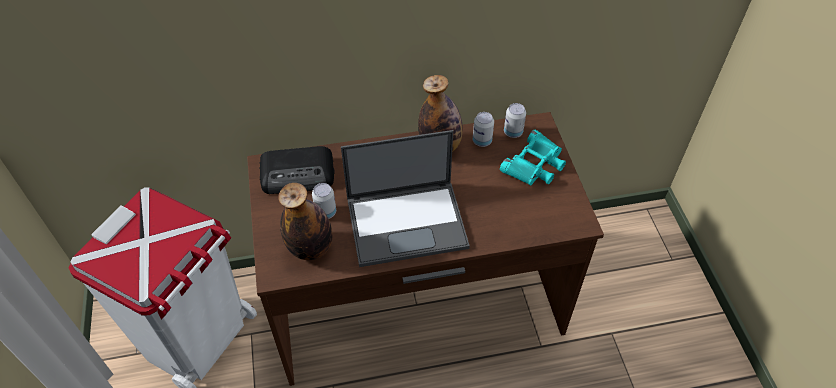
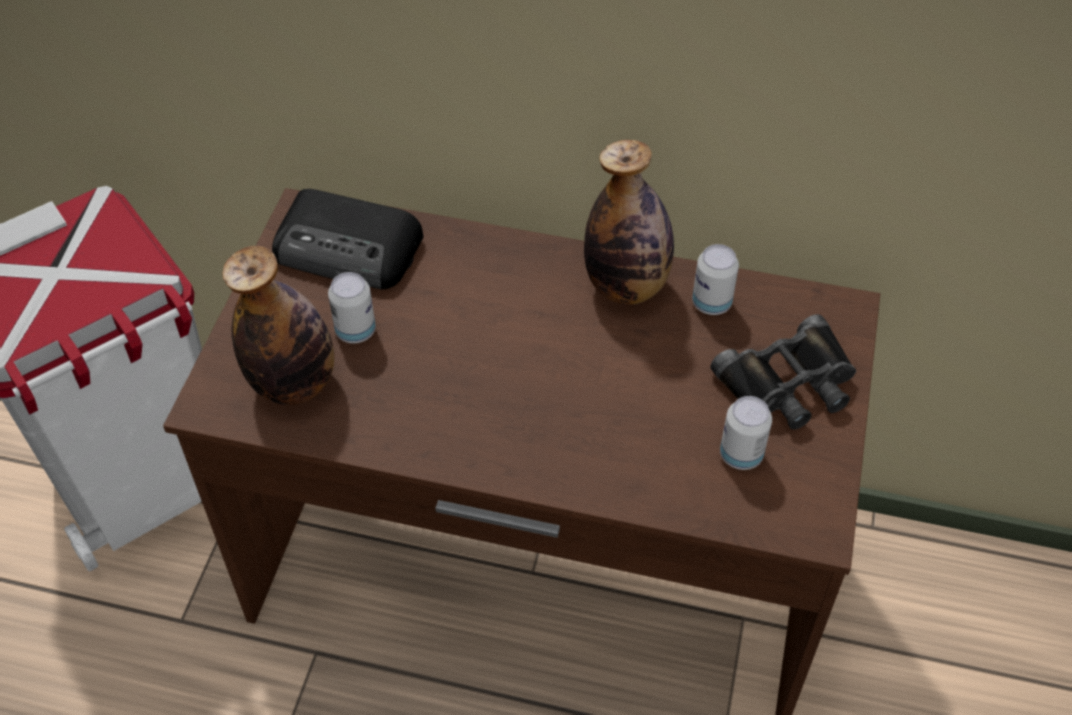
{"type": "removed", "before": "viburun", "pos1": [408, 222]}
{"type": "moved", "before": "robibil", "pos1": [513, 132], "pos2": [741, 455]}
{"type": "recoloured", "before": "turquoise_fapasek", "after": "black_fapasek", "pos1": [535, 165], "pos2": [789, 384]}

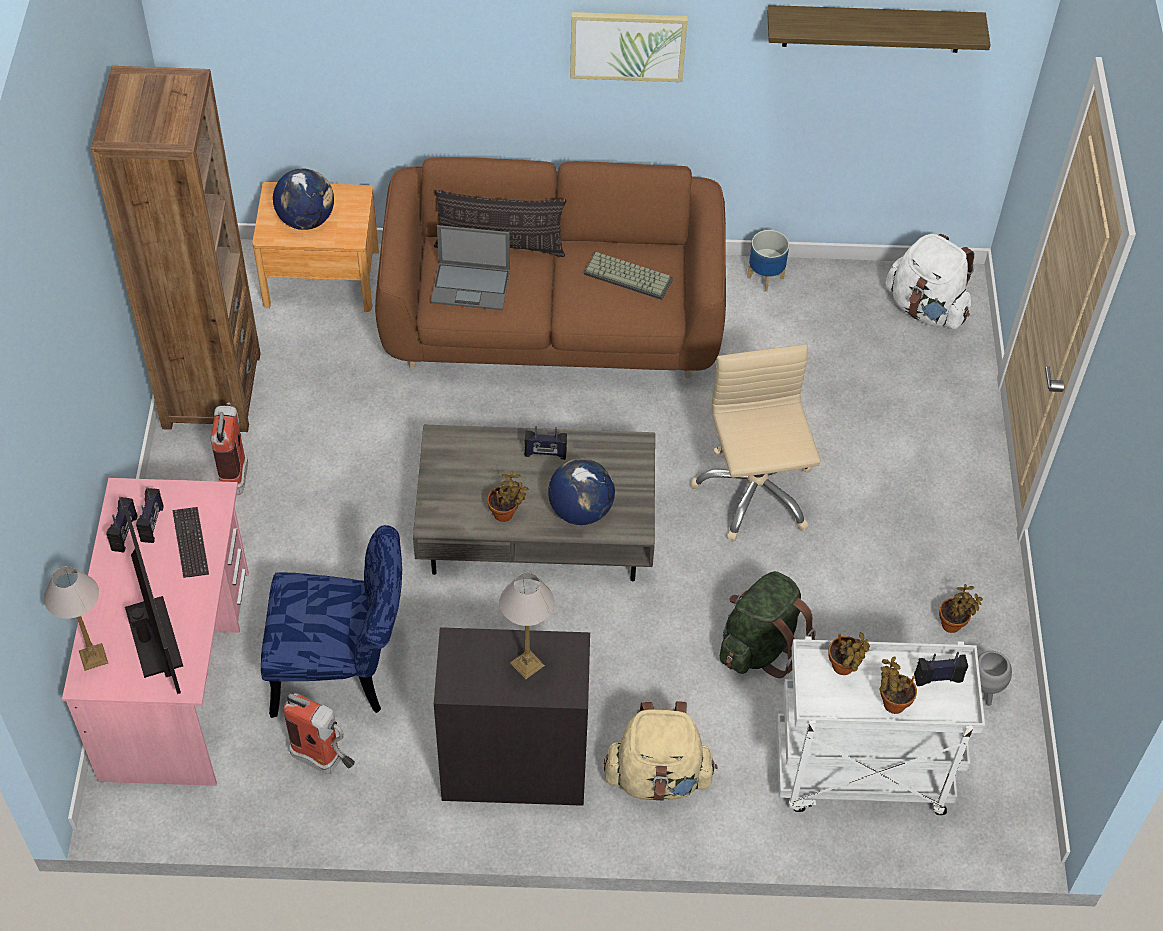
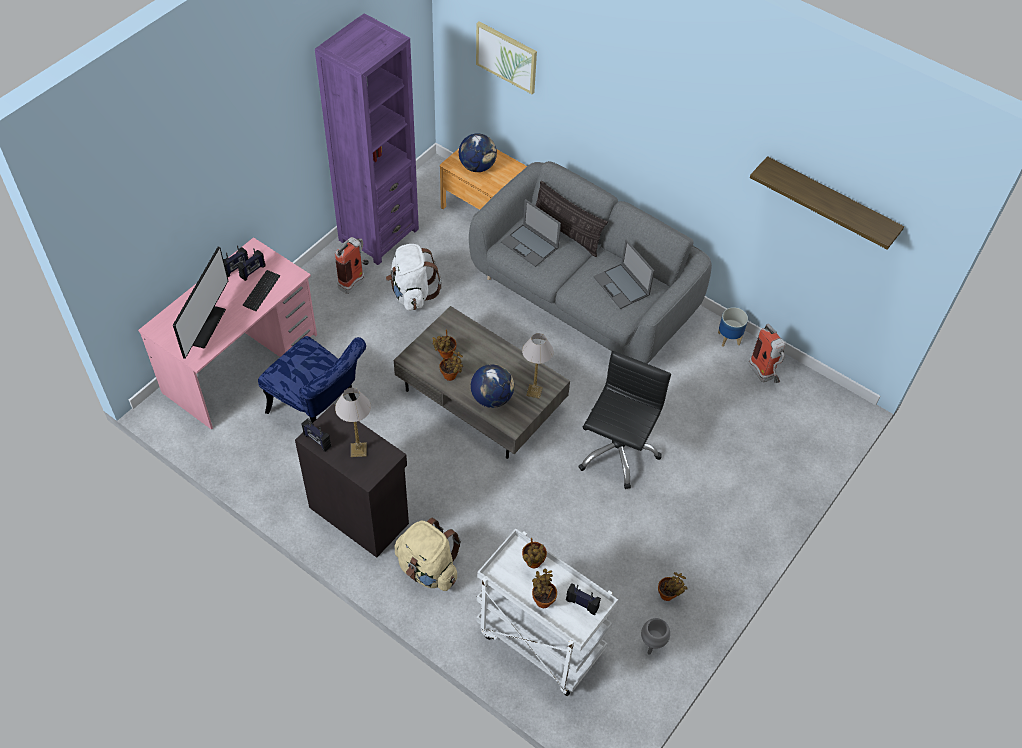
{"type": "removed", "before": "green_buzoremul", "pos1": [760, 646]}
{"type": "added", "after": "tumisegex", "pos2": [445, 355]}
{"type": "moved", "before": "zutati", "pos1": [93, 658], "pos2": [534, 391]}
{"type": "moved", "before": "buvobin", "pos1": [325, 761], "pos2": [763, 376]}
{"type": "moved", "before": "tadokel", "pos1": [545, 454], "pos2": [317, 441]}
{"type": "moved", "before": "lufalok", "pos1": [627, 45], "pos2": [506, 57]}
{"type": "moved", "before": "white_buzoremul", "pos1": [926, 308], "pos2": [412, 293]}
{"type": "replaced", "before": "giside", "after": "viburun", "pos1": [629, 276], "pos2": [622, 286]}
{"type": "recoloured", "before": "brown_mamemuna", "after": "purple_mamemuna", "pos1": [211, 390], "pos2": [378, 234]}
{"type": "recoloured", "before": "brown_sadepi", "after": "grey_sadepi", "pos1": [553, 323], "pos2": [584, 297]}
{"type": "recoloured", "before": "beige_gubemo", "after": "black_gubemo", "pos1": [754, 492], "pos2": [616, 451]}

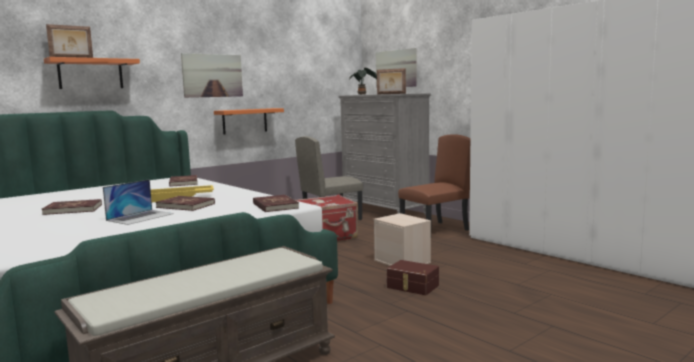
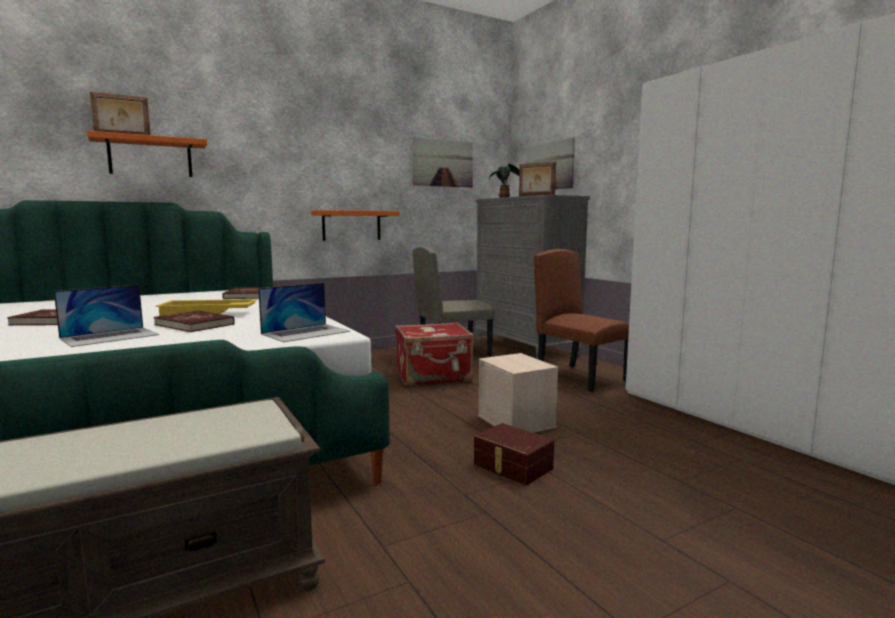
{"type": "moved", "before": "lufalok", "pos1": [212, 75], "pos2": [442, 163]}
{"type": "replaced", "before": "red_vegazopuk", "after": "viburun", "pos1": [275, 206], "pos2": [306, 332]}
{"type": "turned", "before": "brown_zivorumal", "pos1": [435, 230], "pos2": [581, 377], "turn": -105}

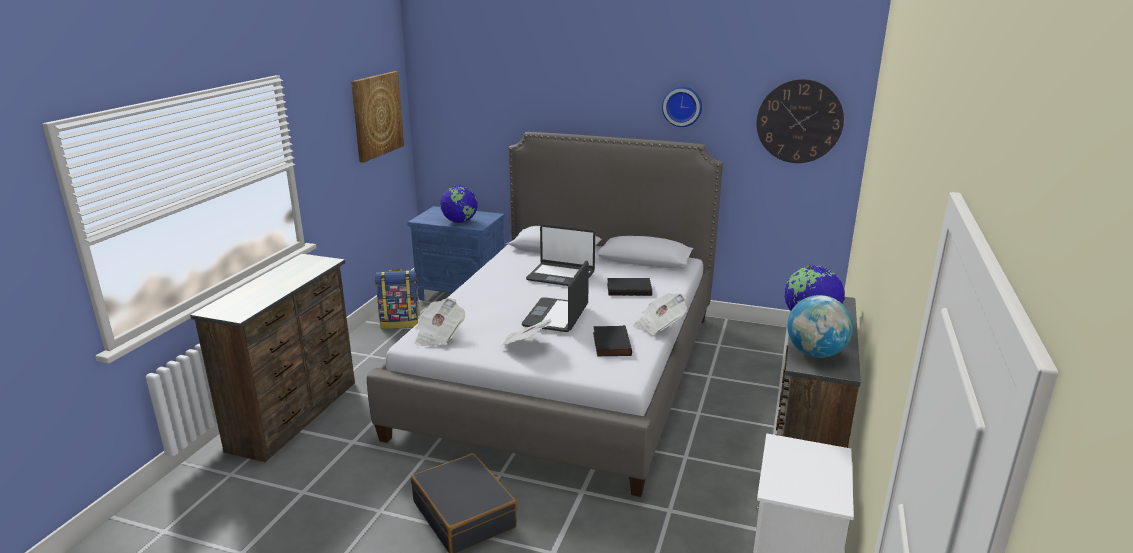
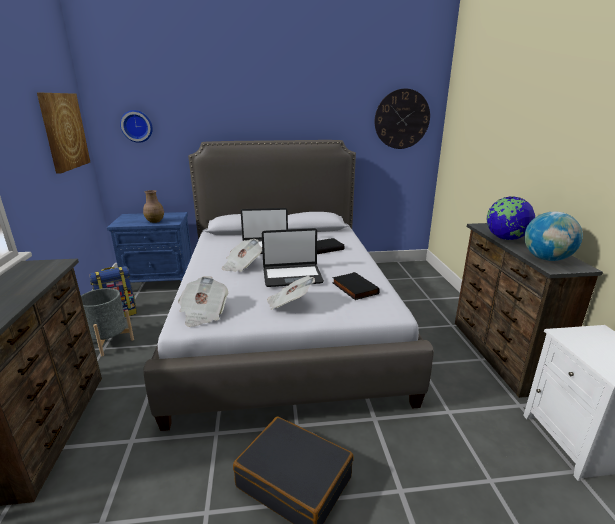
{"type": "added", "after": "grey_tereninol", "pos2": [109, 342]}
{"type": "moved", "before": "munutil", "pos1": [659, 326], "pos2": [242, 265]}
{"type": "moved", "before": "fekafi", "pos1": [682, 106], "pos2": [137, 126]}
{"type": "replaced", "before": "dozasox", "after": "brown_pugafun", "pos1": [460, 221], "pos2": [155, 221]}
{"type": "turned", "before": "viburun", "pos1": [556, 316], "pos2": [292, 276], "turn": -90}

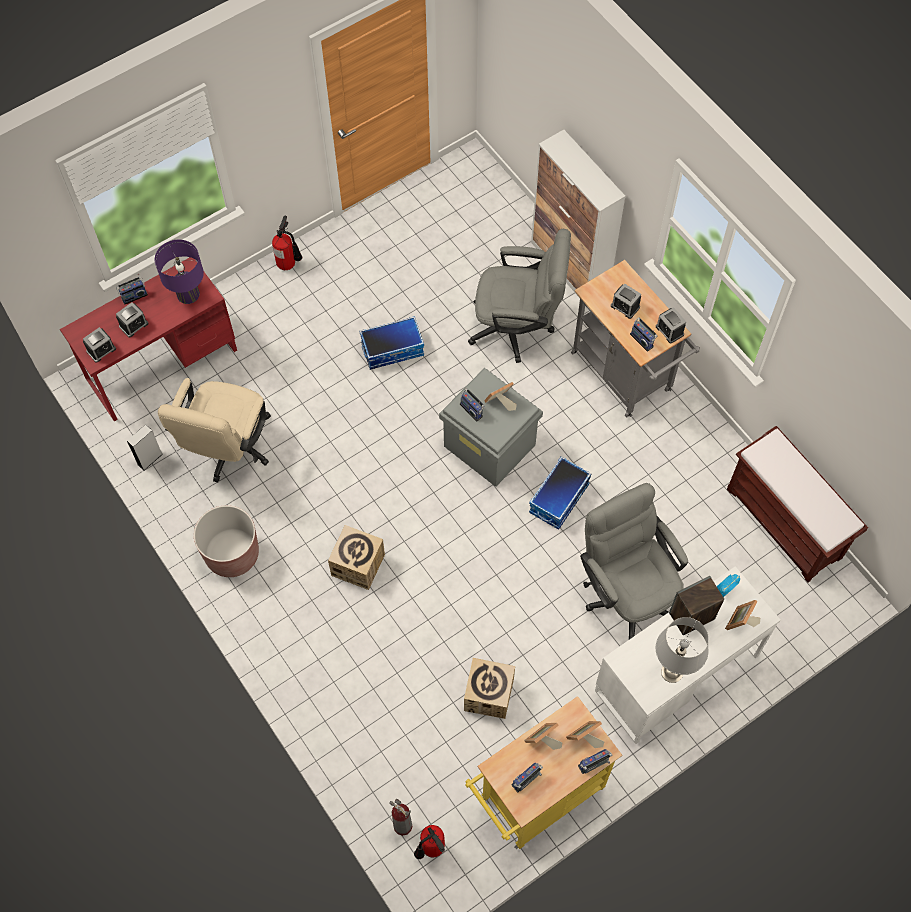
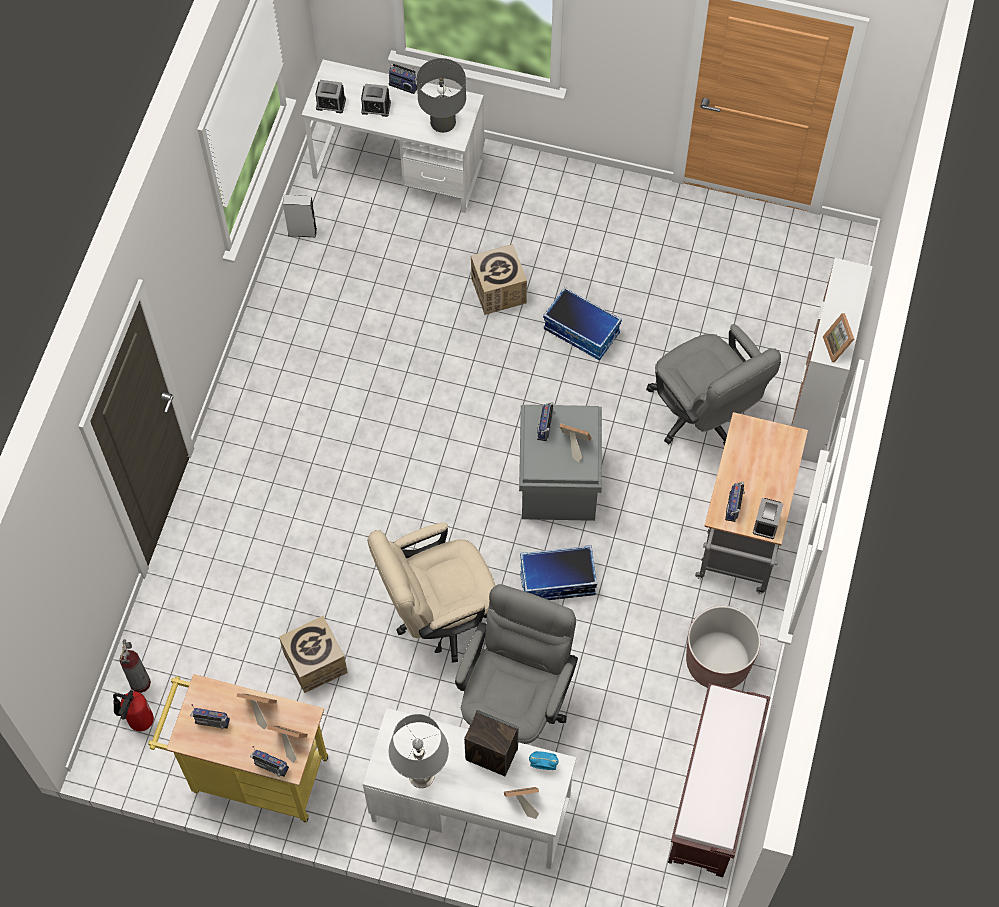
{"type": "removed", "before": "buvobin", "pos1": [289, 264]}
{"type": "removed", "before": "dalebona", "pos1": [625, 306]}
{"type": "added", "after": "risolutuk", "pos2": [839, 347]}
{"type": "moved", "before": "beige_gubemo", "pos1": [228, 450], "pos2": [439, 616]}
{"type": "moved", "before": "brown_tereninol", "pos1": [232, 554], "pos2": [717, 662]}
{"type": "moved", "before": "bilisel", "pos1": [358, 565], "pos2": [498, 290]}
{"type": "recoloured", "before": "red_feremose", "after": "white_feremose", "pos1": [162, 364], "pos2": [398, 169]}
{"type": "recoloured", "before": "purple_zutati", "after": "grey_zutati", "pos1": [188, 294], "pos2": [443, 122]}

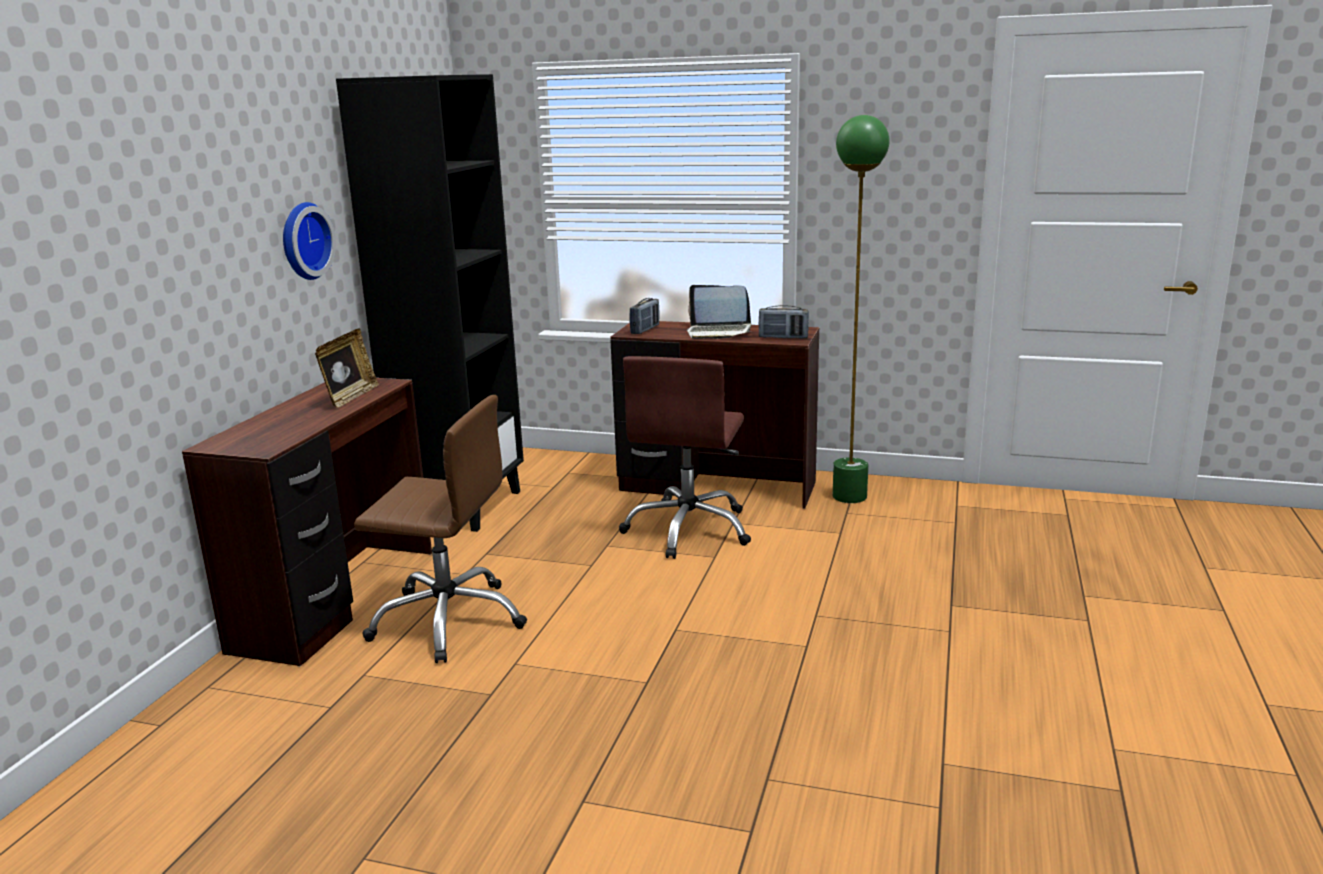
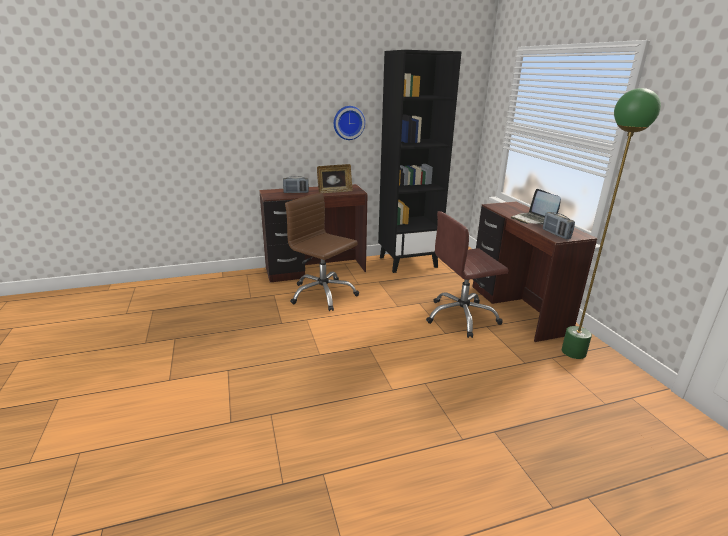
{"type": "moved", "before": "tadokel", "pos1": [645, 330], "pos2": [296, 192]}
{"type": "turned", "before": "brown_gubemo", "pos1": [448, 620], "pos2": [323, 294], "turn": 150}

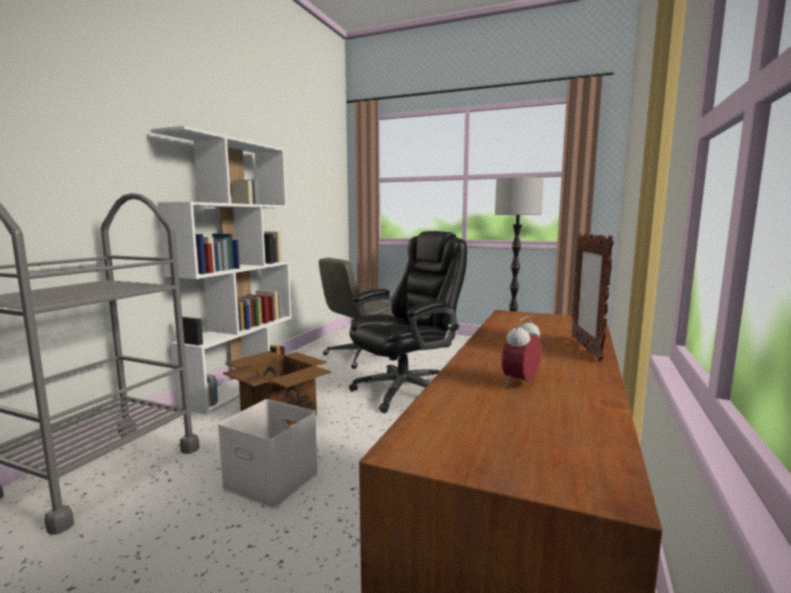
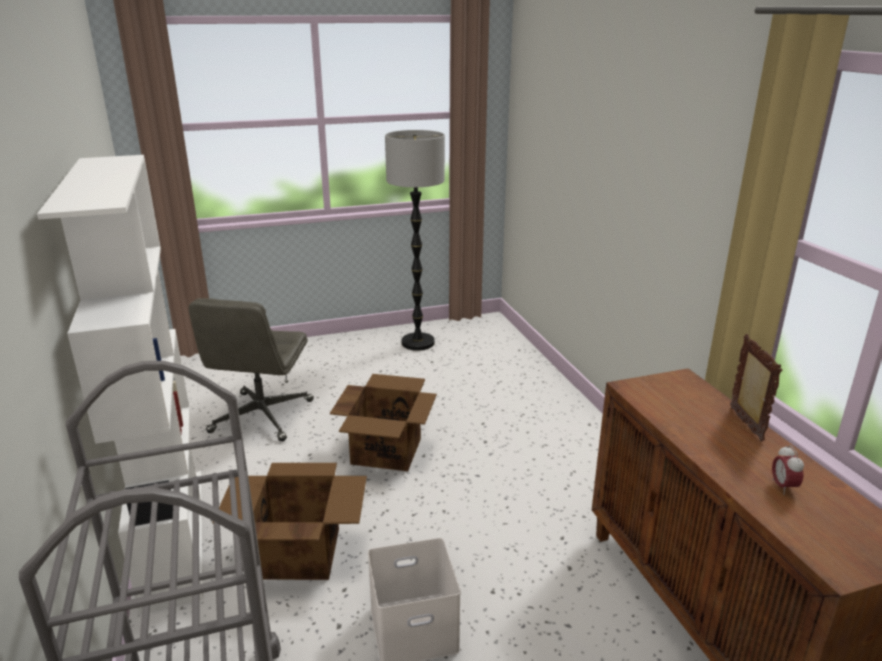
{"type": "replaced", "before": "black_gubemo", "after": "bilisel", "pos1": [405, 391], "pos2": [387, 450]}
{"type": "turned", "before": "risolutuk", "pos1": [585, 348], "pos2": [745, 424], "turn": -150}

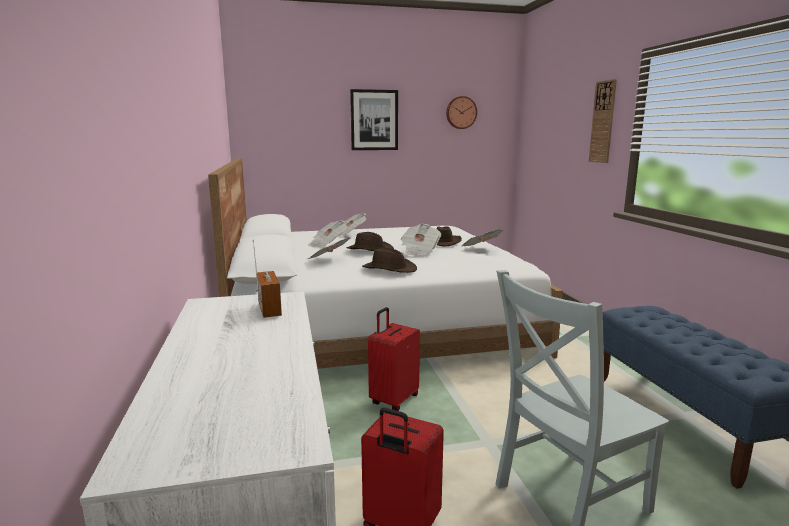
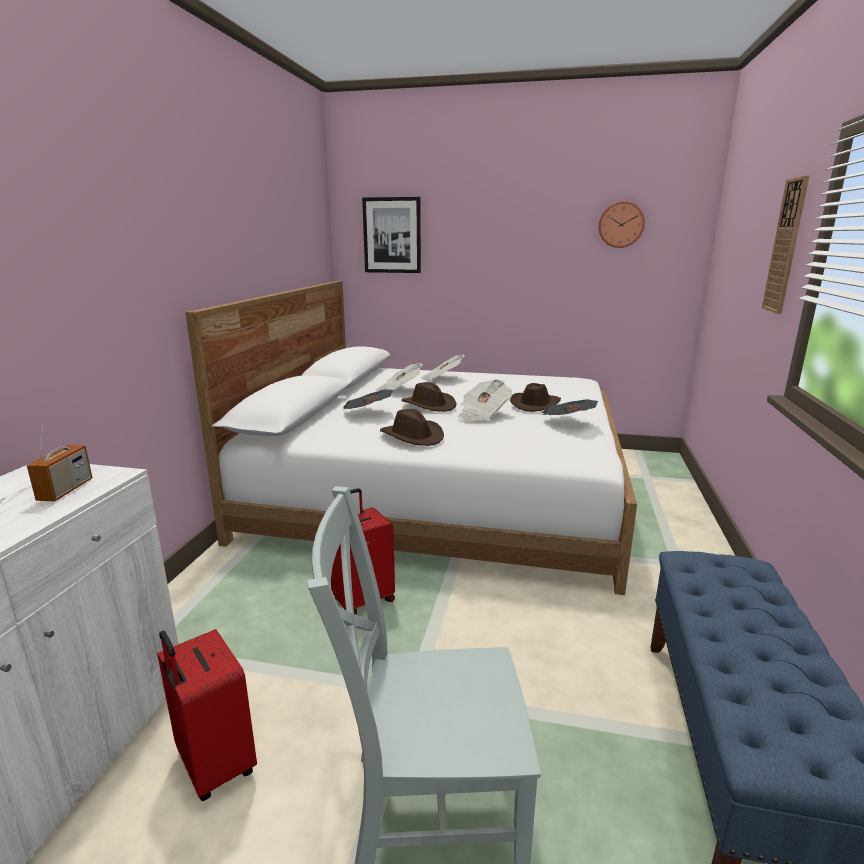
{"type": "moved", "before": "lufalok", "pos1": [374, 120], "pos2": [392, 235]}

